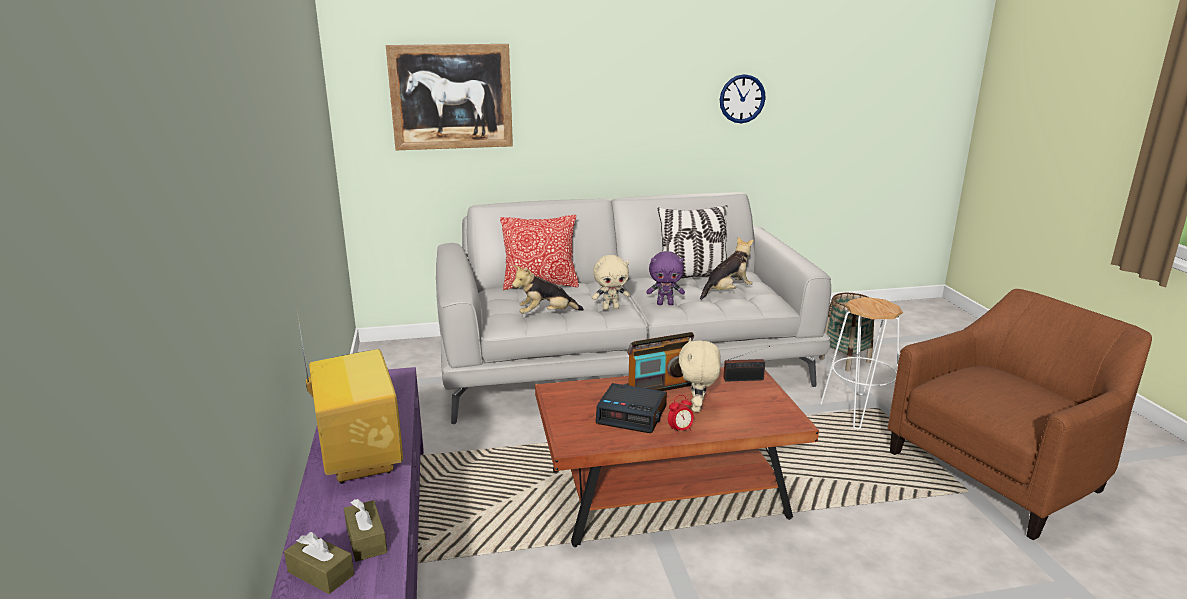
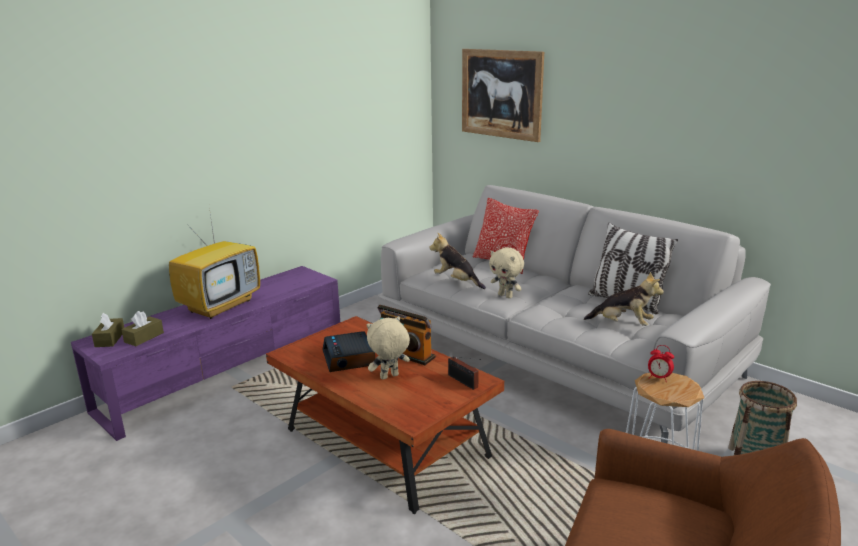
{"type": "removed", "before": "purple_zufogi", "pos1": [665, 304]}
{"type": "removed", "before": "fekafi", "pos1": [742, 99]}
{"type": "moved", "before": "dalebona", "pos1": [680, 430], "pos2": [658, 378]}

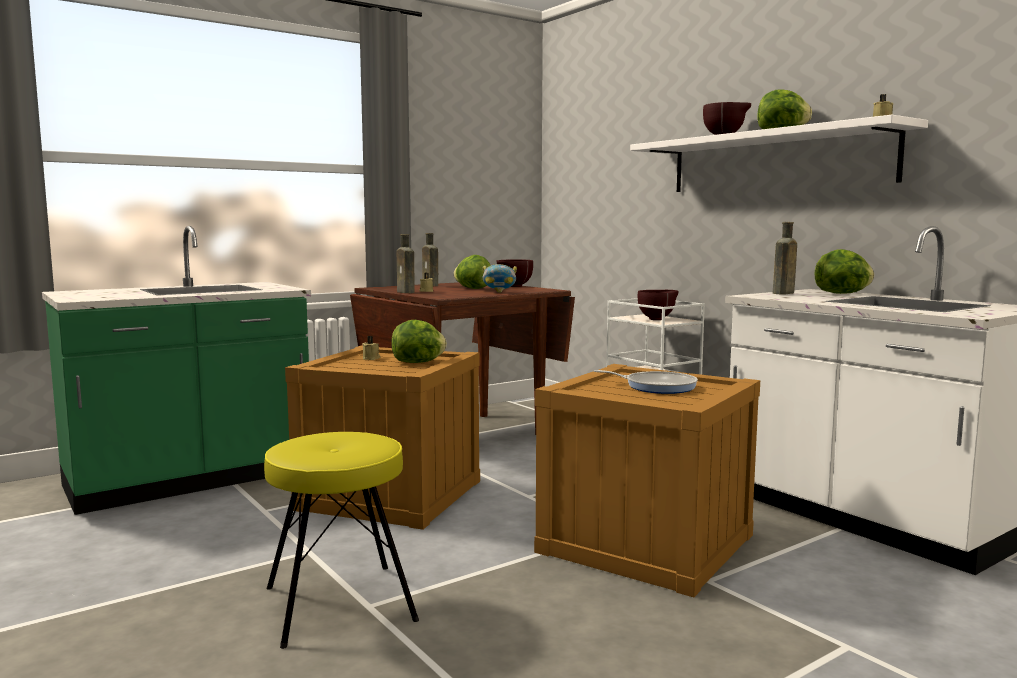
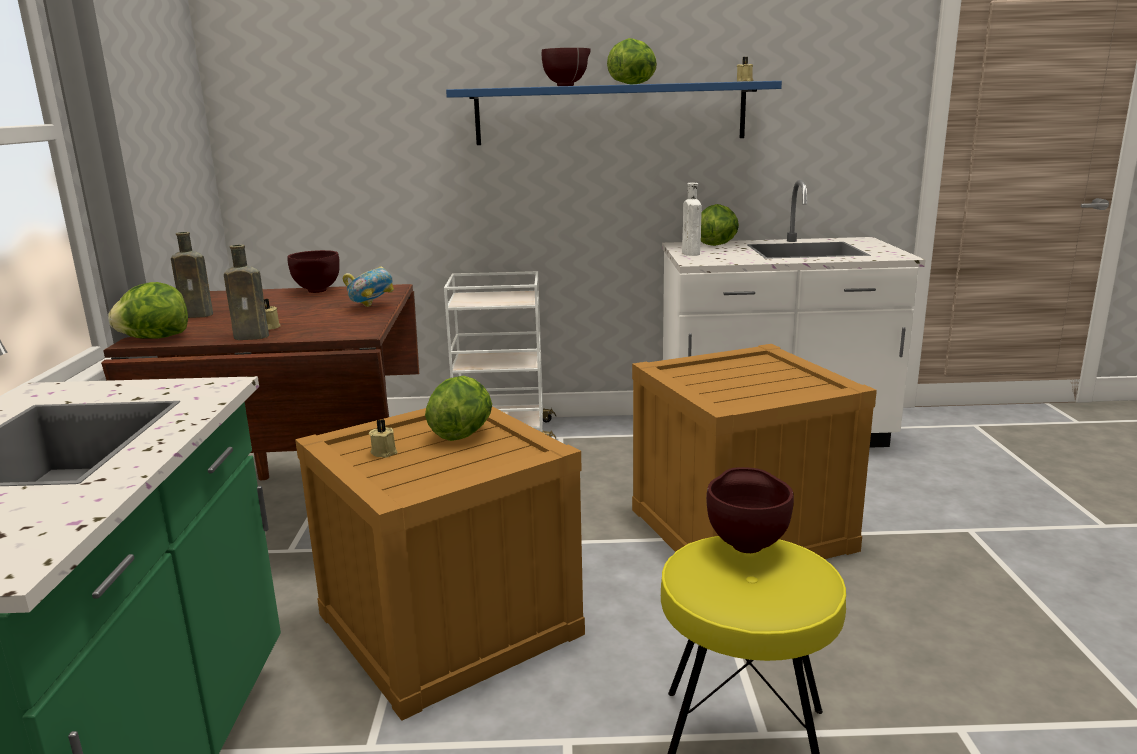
{"type": "removed", "before": "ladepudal", "pos1": [656, 386]}
{"type": "moved", "before": "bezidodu", "pos1": [473, 288], "pos2": [155, 338]}
{"type": "moved", "before": "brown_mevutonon", "pos1": [657, 319], "pos2": [747, 543]}
{"type": "recoloured", "before": "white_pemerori", "after": "blue_pemerori", "pos1": [776, 161], "pos2": [610, 114]}
{"type": "recoloured", "before": "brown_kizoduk", "after": "white_kizoduk", "pos1": [782, 293], "pos2": [691, 254]}

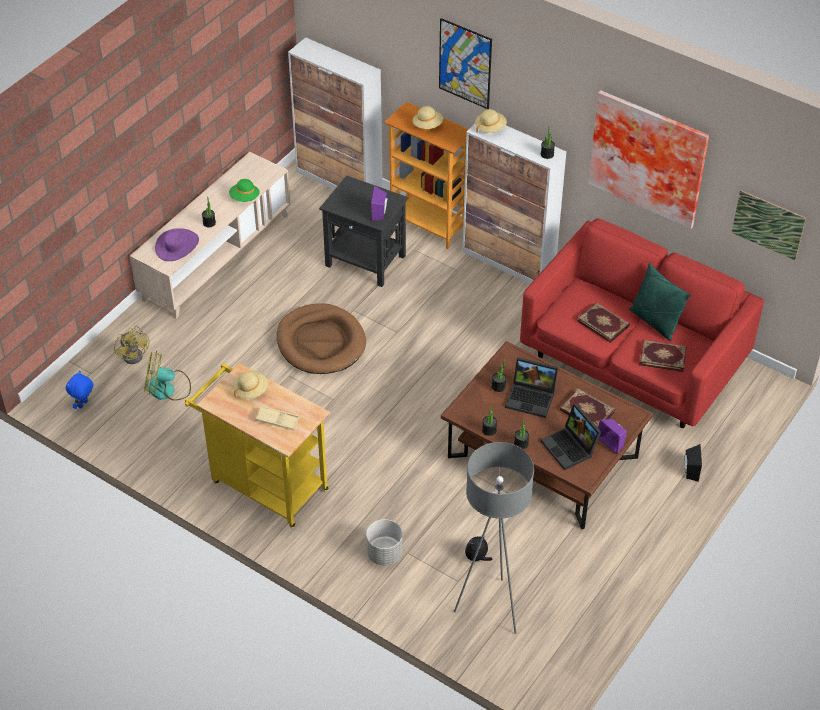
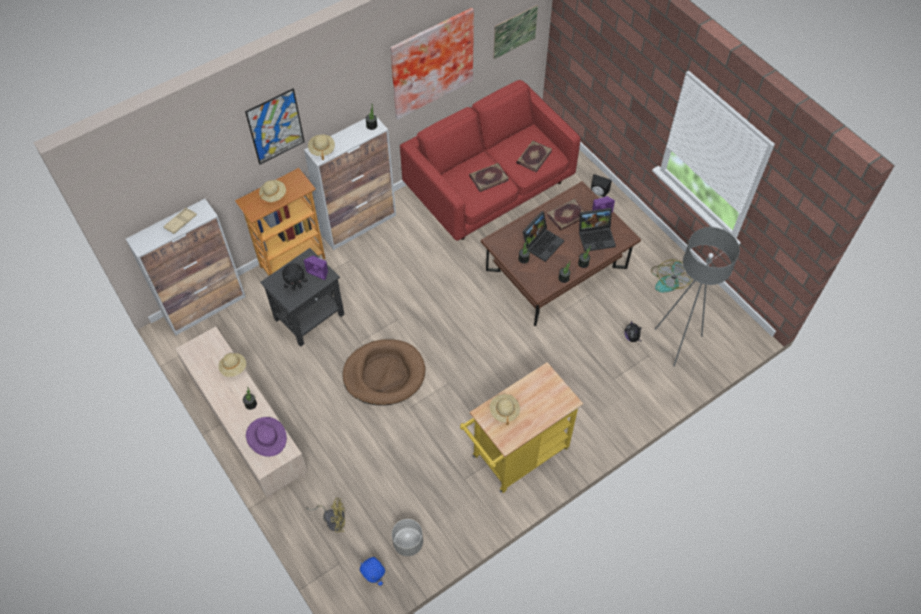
{"type": "removed", "before": "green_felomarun", "pos1": [654, 322]}
{"type": "added", "after": "black_zufogi", "pos2": [296, 287]}
{"type": "moved", "before": "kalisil", "pos1": [167, 389], "pos2": [668, 280]}
{"type": "moved", "before": "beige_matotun", "pos1": [277, 420], "pos2": [180, 222]}
{"type": "moved", "before": "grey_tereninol", "pos1": [384, 553], "pos2": [408, 543]}
{"type": "recoloured", "before": "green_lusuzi", "after": "beige_lusuzi", "pos1": [244, 198], "pos2": [233, 368]}

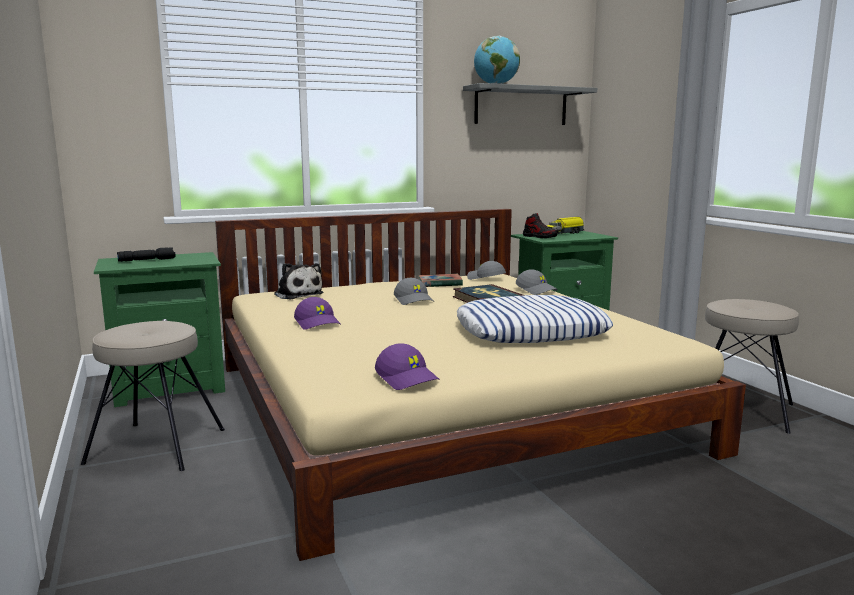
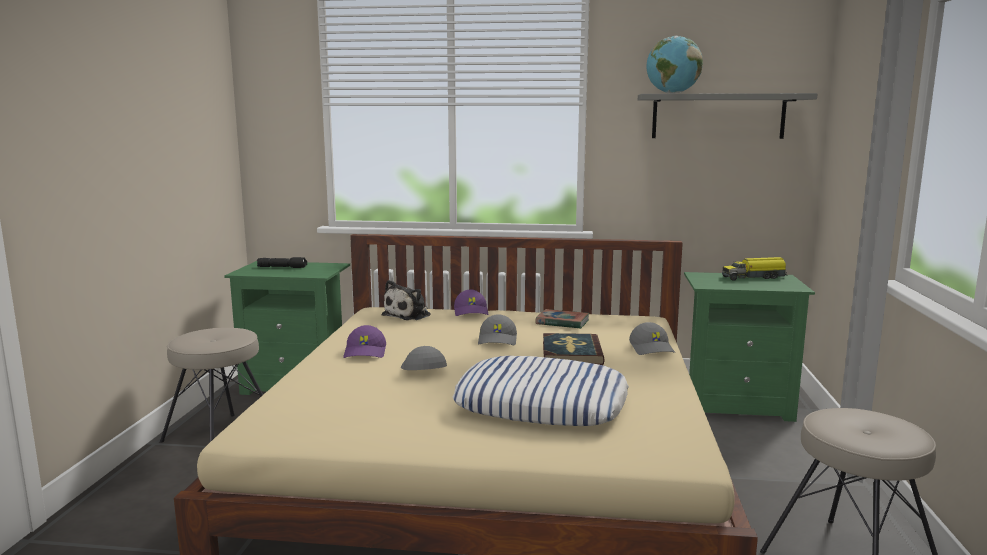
{"type": "removed", "before": "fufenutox", "pos1": [539, 237]}
{"type": "moved", "before": "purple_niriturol", "pos1": [407, 378], "pos2": [471, 312]}
{"type": "moved", "before": "grey_niriturol", "pos1": [485, 278], "pos2": [422, 370]}
{"type": "turned", "before": "zufogi", "pos1": [297, 294], "pos2": [409, 315], "turn": 45}

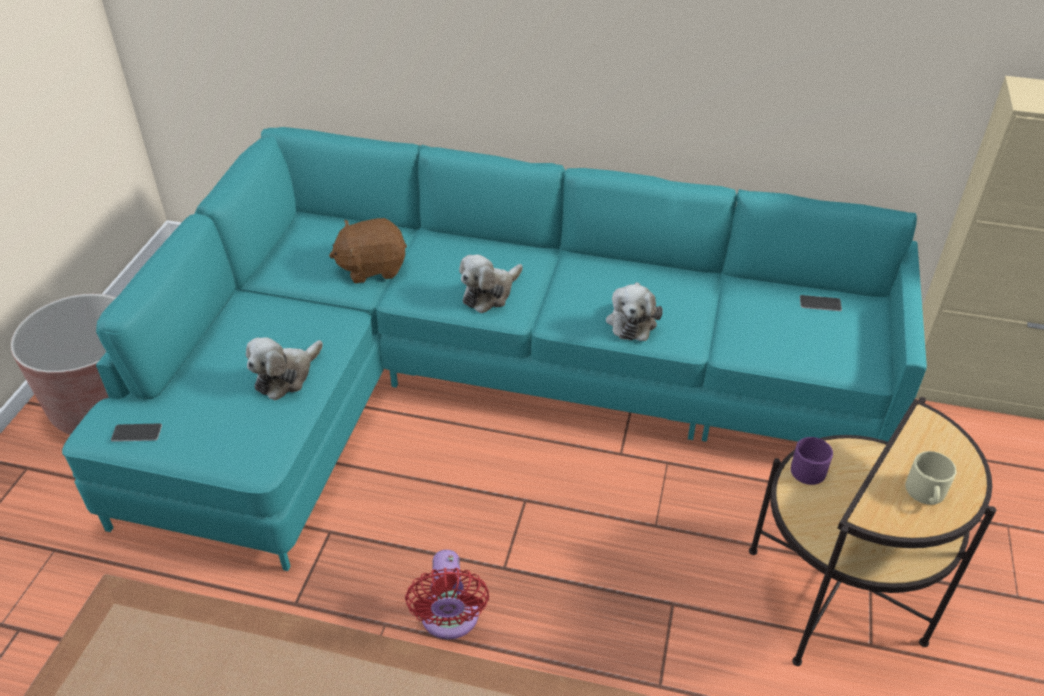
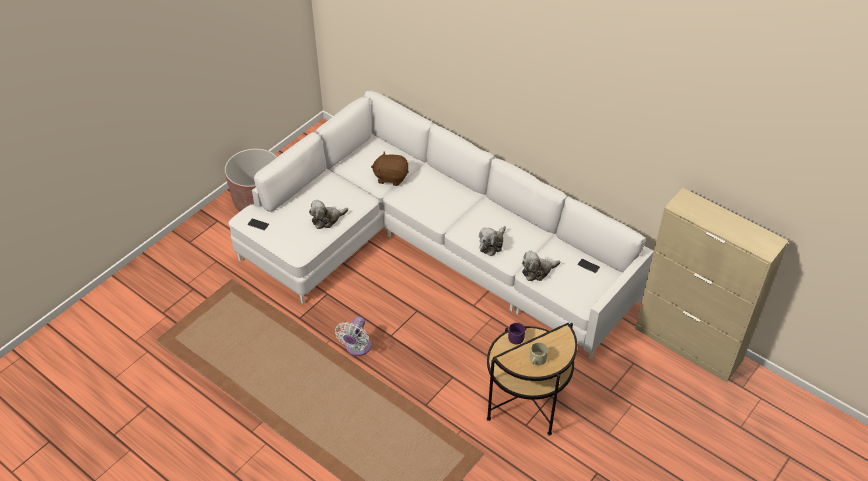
{"type": "moved", "before": "zufogi", "pos1": [489, 293], "pos2": [537, 271]}
{"type": "recoloured", "before": "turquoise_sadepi", "after": "white_sadepi", "pos1": [480, 381], "pos2": [430, 247]}
{"type": "recoloured", "before": "red_kalisil", "after": "white_kalisil", "pos1": [450, 620], "pos2": [357, 348]}

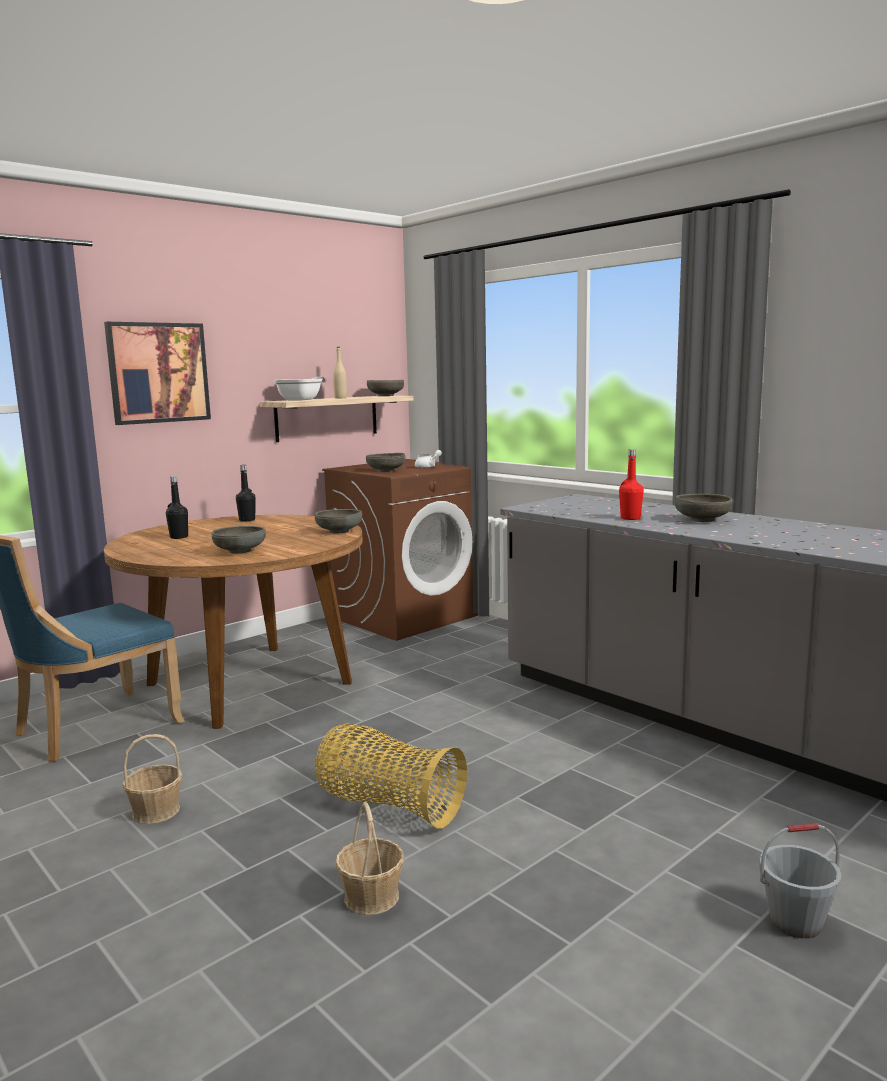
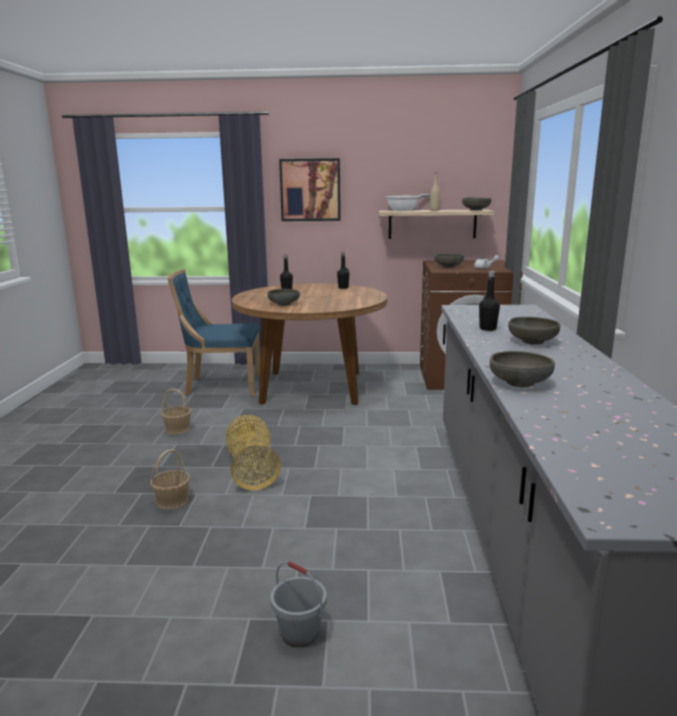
{"type": "moved", "before": "grey_mevutonon", "pos1": [339, 531], "pos2": [519, 383]}
{"type": "recoloured", "before": "red_kizoduk", "after": "black_kizoduk", "pos1": [630, 518], "pos2": [487, 329]}

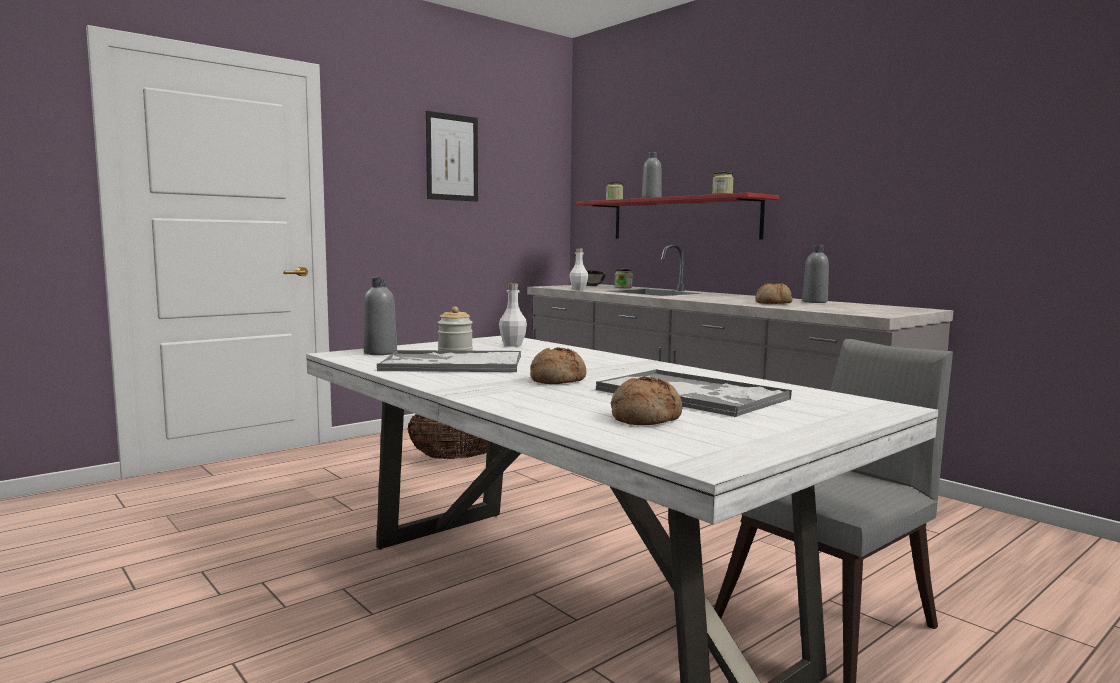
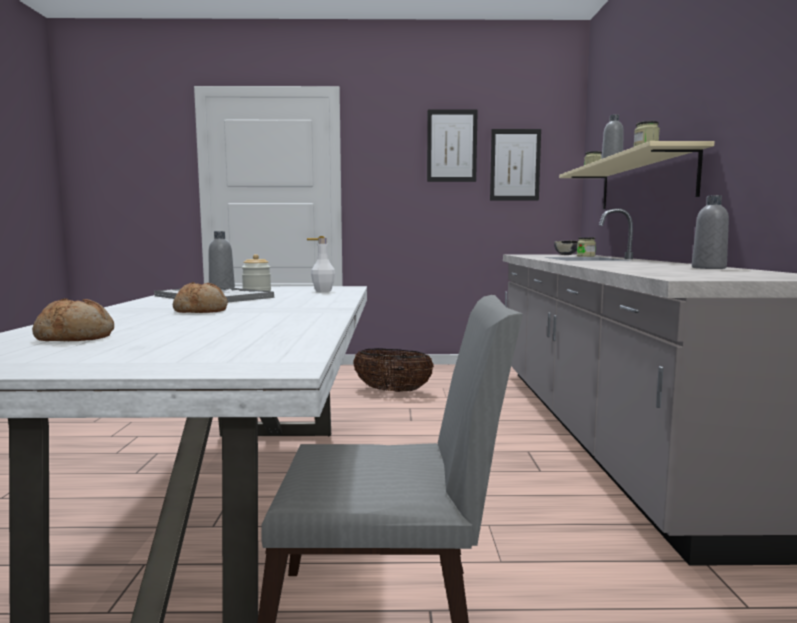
{"type": "removed", "before": "white_kizoduk", "pos1": [578, 289]}
{"type": "removed", "before": "matotun", "pos1": [692, 395]}
{"type": "removed", "before": "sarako", "pos1": [773, 303]}
{"type": "added", "after": "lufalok", "pos2": [515, 165]}
{"type": "recoloured", "before": "red_pemerori", "after": "beige_pemerori", "pos1": [683, 219], "pos2": [644, 182]}

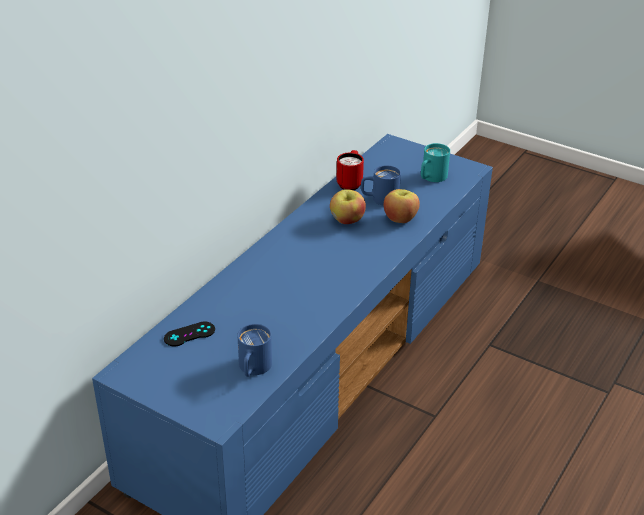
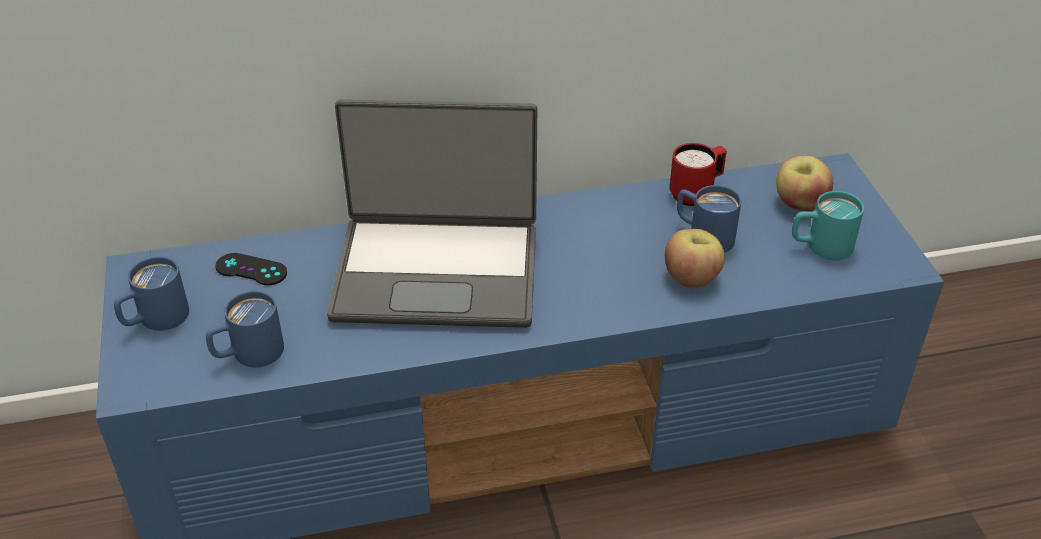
{"type": "added", "after": "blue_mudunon", "pos2": [155, 320]}
{"type": "added", "after": "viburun", "pos2": [437, 271]}
{"type": "moved", "before": "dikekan", "pos1": [347, 220], "pos2": [799, 204]}

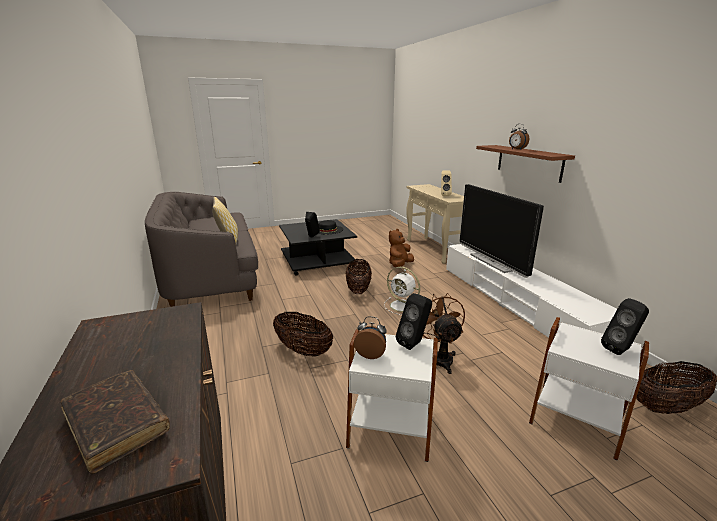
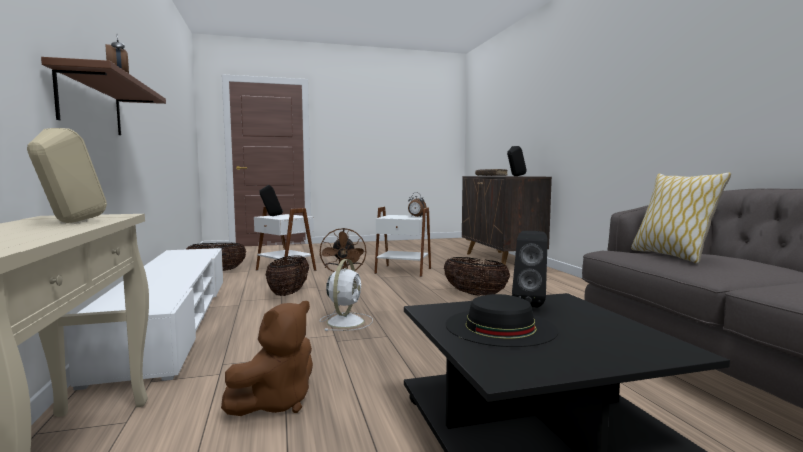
{"type": "removed", "before": "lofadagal", "pos1": [493, 262]}
{"type": "moved", "before": "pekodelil", "pos1": [358, 289], "pos2": [288, 293]}
{"type": "moved", "before": "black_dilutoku", "pos1": [414, 343], "pos2": [515, 176]}
{"type": "turned", "before": "white_kalisil", "pos1": [403, 306], "pos2": [346, 321], "turn": 60}

